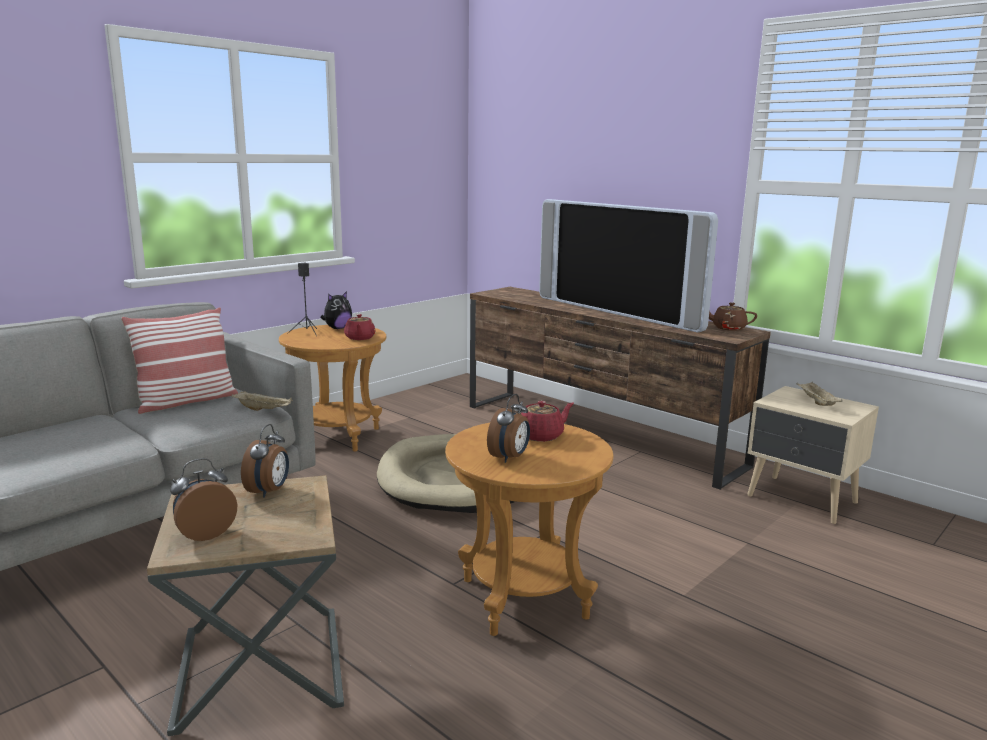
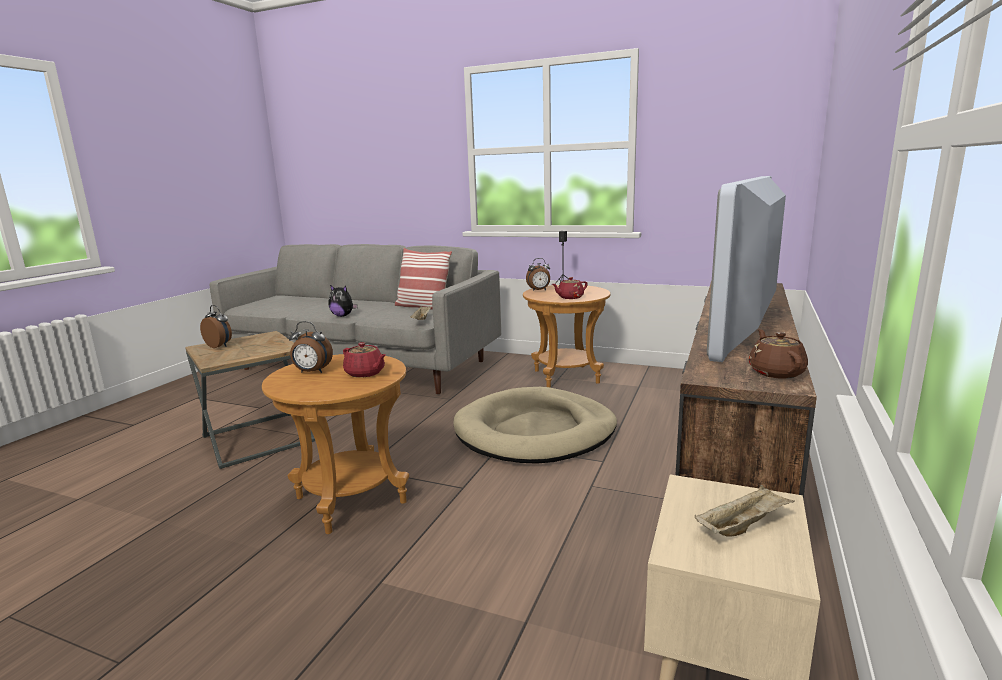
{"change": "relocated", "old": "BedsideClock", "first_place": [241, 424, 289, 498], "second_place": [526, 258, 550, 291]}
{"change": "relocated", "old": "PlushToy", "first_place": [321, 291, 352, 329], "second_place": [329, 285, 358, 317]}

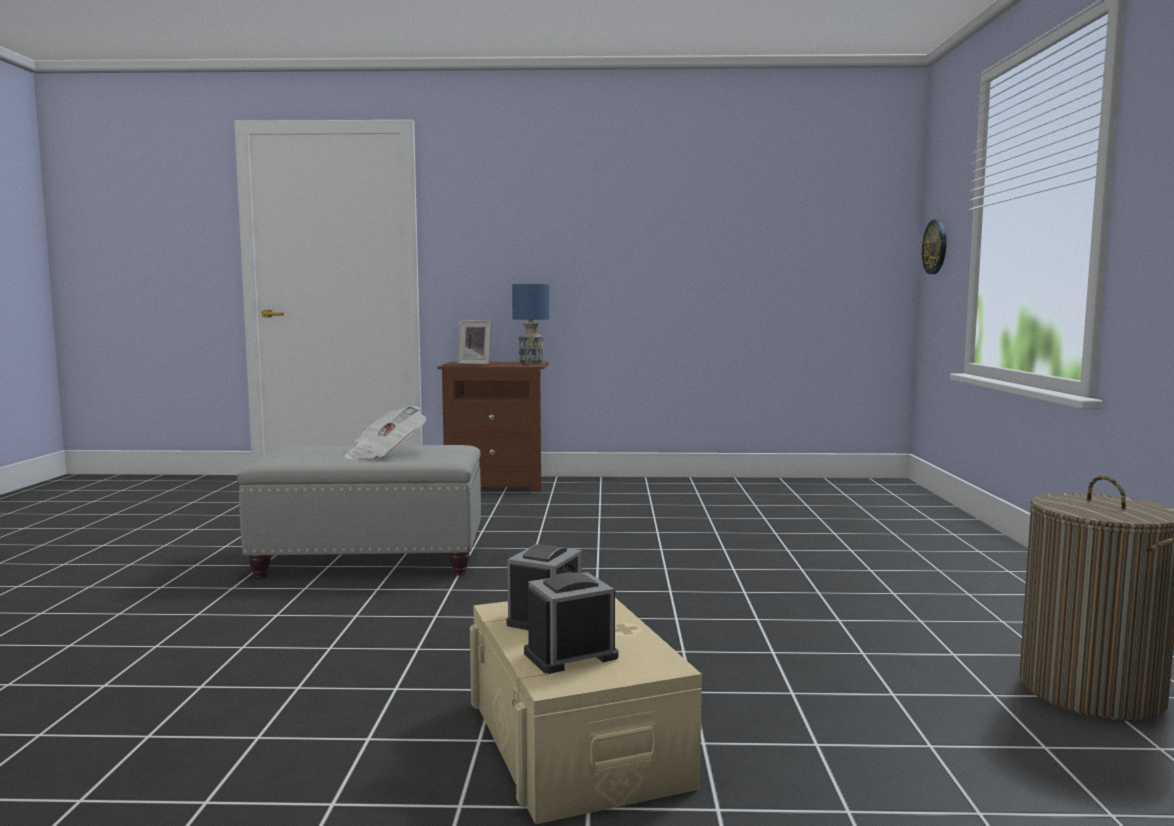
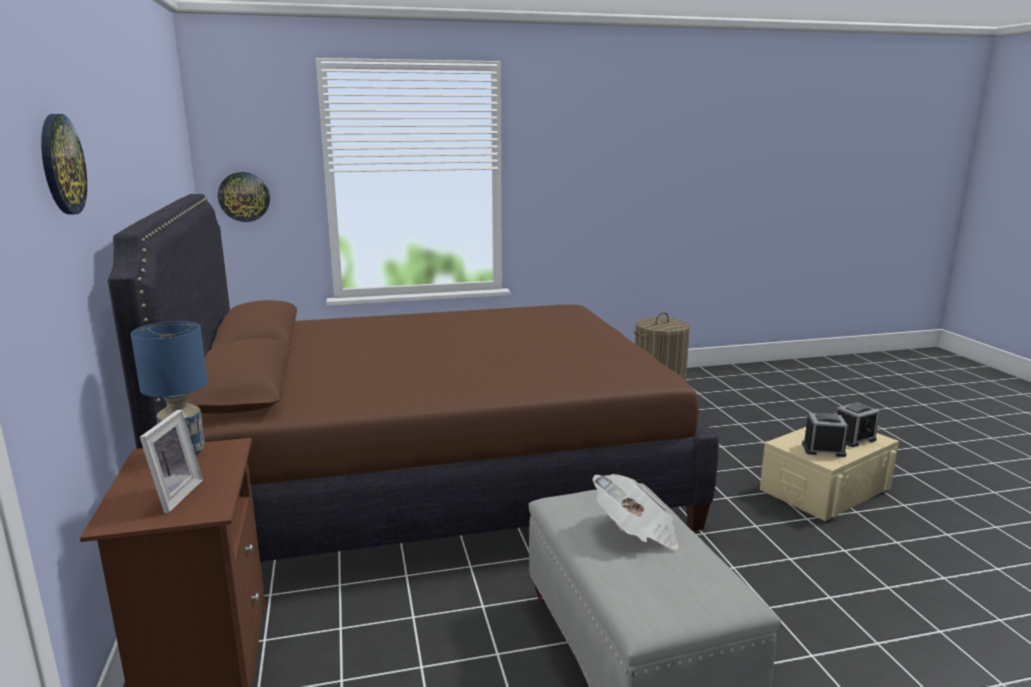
{"change": "appeared", "new": "WallClock", "second_place": [41, 114, 87, 215]}
{"change": "appeared", "new": "BrownishSleepingBed", "second_place": [108, 194, 719, 562]}
{"change": "spun", "old": "BedsideClock", "first_place": [524, 572, 618, 674], "second_place": [836, 402, 880, 447], "degrees": -75}

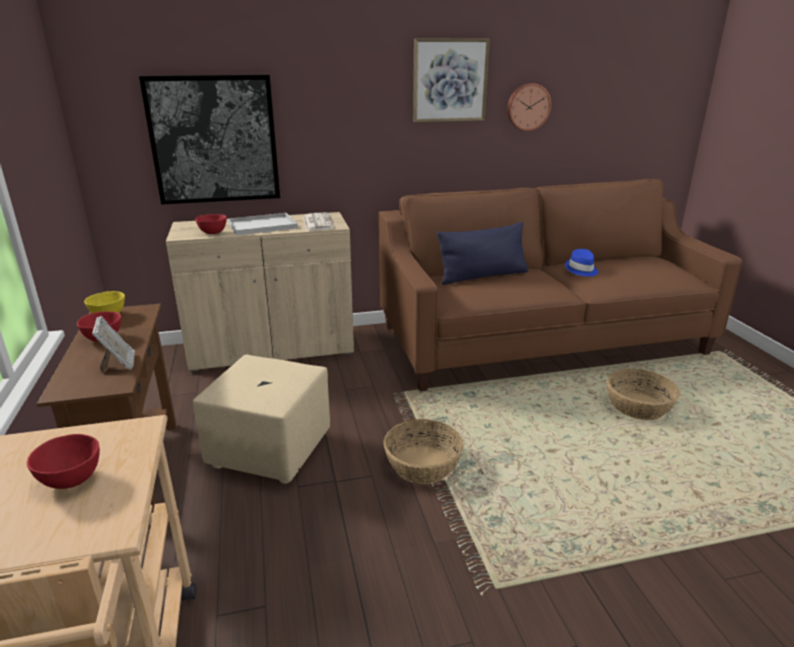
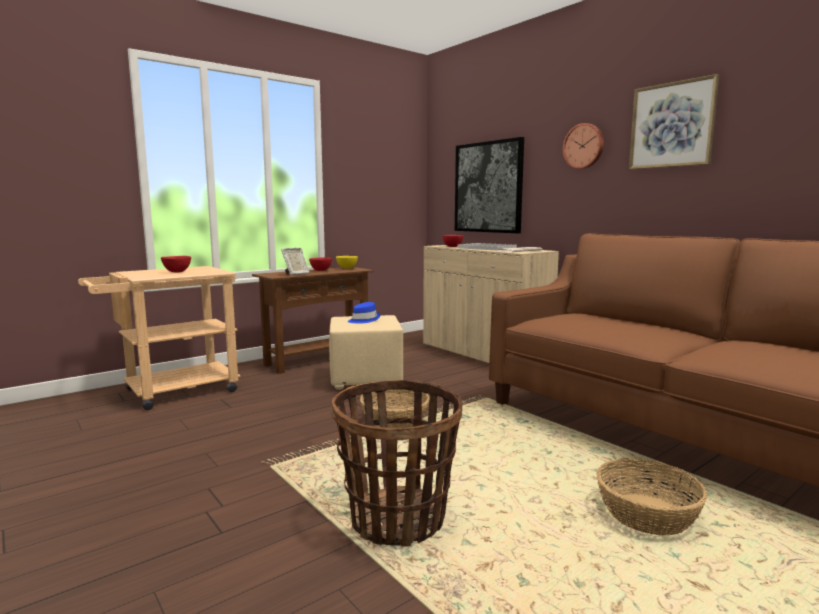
{"change": "missing", "old": "BlueColouredPillow", "first_place": [437, 222, 528, 285]}
{"change": "appeared", "new": "Basket", "second_place": [331, 380, 462, 547]}
{"change": "relocated", "old": "WallClock", "first_place": [507, 83, 551, 131], "second_place": [563, 123, 604, 169]}
{"change": "relocated", "old": "BlueColouredHat", "first_place": [565, 249, 598, 277], "second_place": [348, 302, 380, 324]}

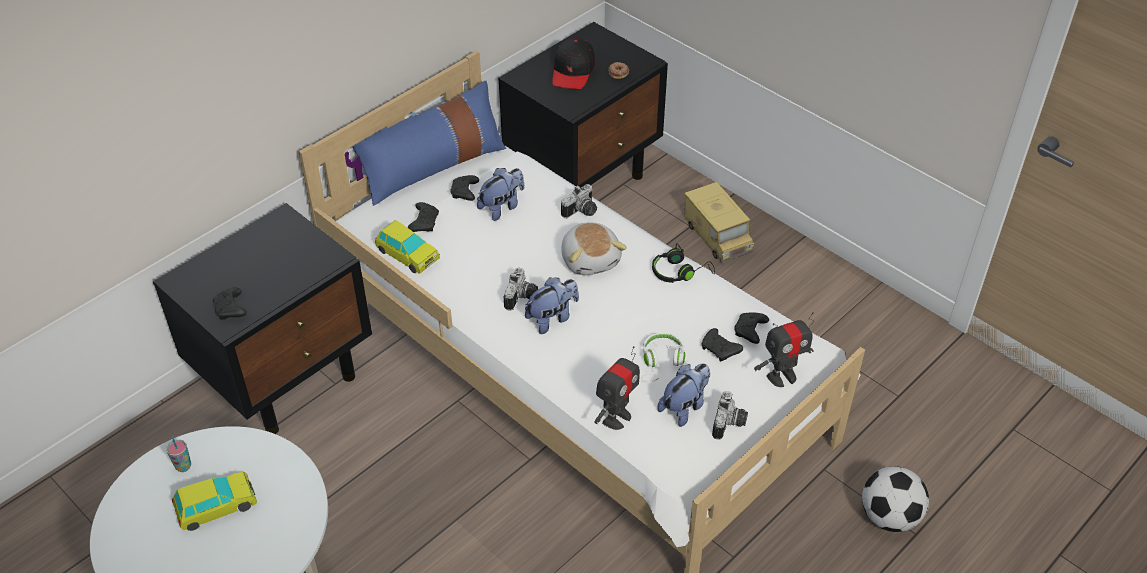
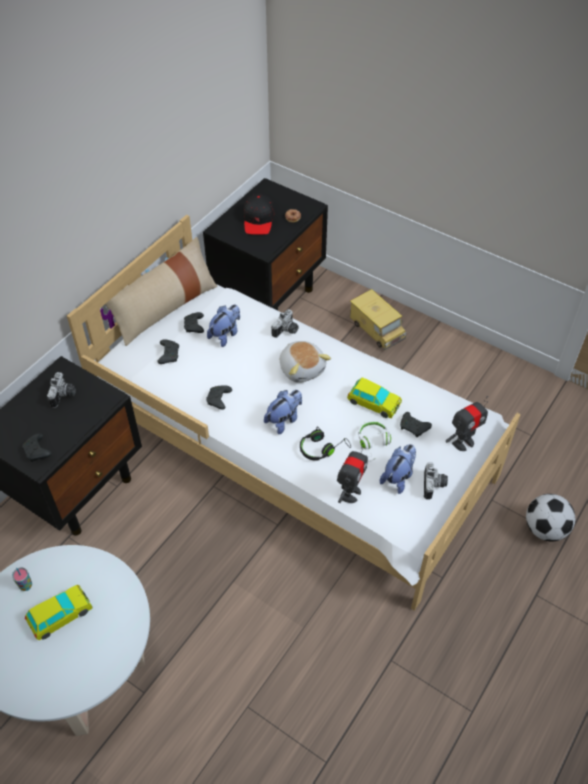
{"change": "relocated", "old": "ModelCar", "first_place": [375, 220, 440, 274], "second_place": [347, 377, 402, 418]}
{"change": "relocated", "old": "StillCamera", "first_place": [504, 267, 538, 311], "second_place": [47, 372, 76, 408]}
{"change": "relocated", "old": "BlackHeadset", "first_place": [652, 243, 715, 283], "second_place": [300, 427, 351, 460]}
{"change": "relocated", "old": "BlackJoypad", "first_place": [734, 312, 769, 344], "second_place": [206, 386, 232, 410]}
{"change": "colour", "old": "BlueColouredPillow", "new": "BeigeColouredPillow", "first_place": [352, 81, 506, 206], "second_place": [105, 237, 218, 346]}

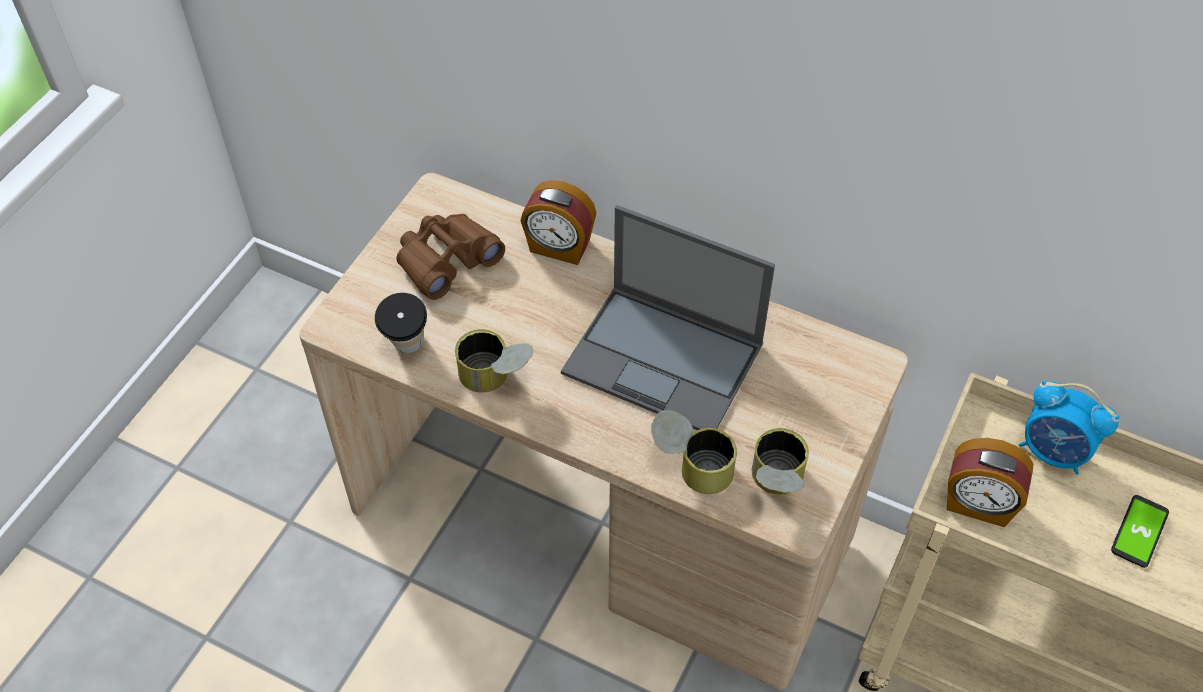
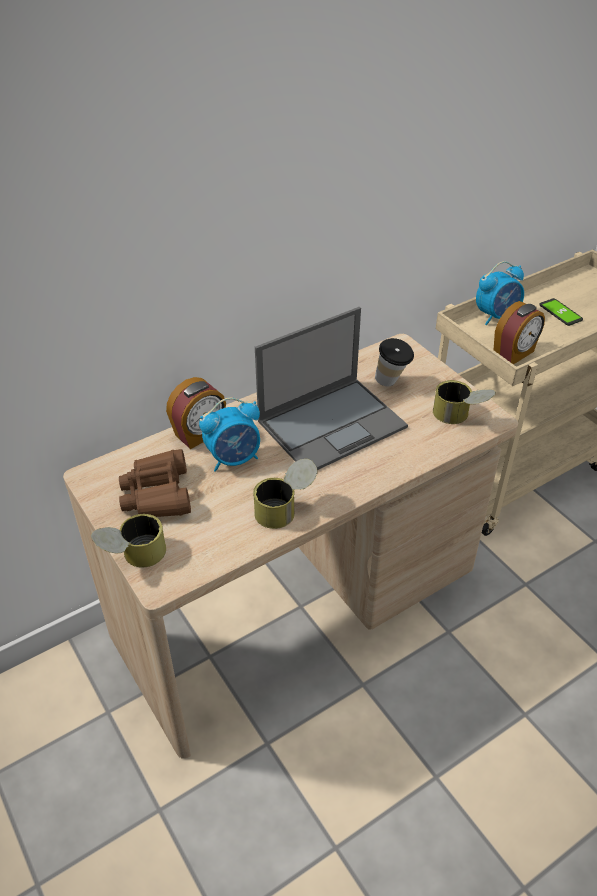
{"change": "appeared", "new": "BedsideClock", "second_place": [199, 398, 260, 472]}
{"change": "relocated", "old": "Cup", "first_place": [375, 293, 427, 353], "second_place": [375, 338, 414, 386]}
{"change": "relocated", "old": "SealedCan", "first_place": [651, 410, 737, 494], "second_place": [91, 514, 166, 568]}

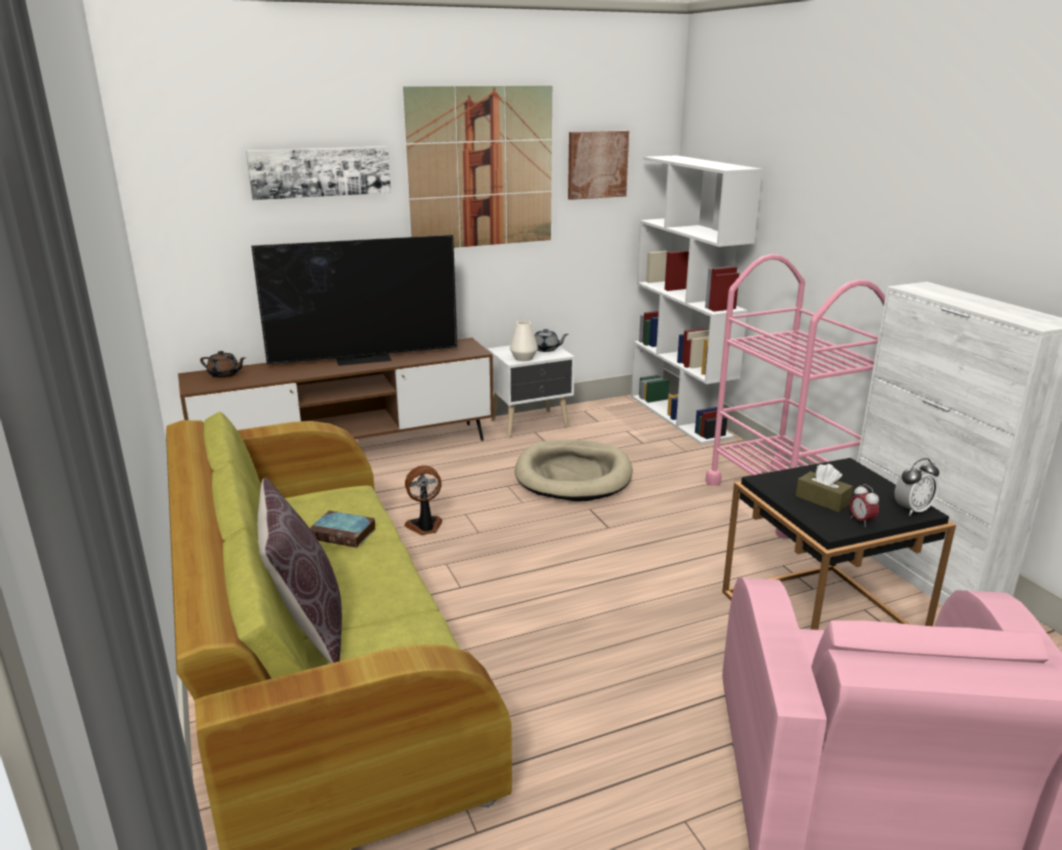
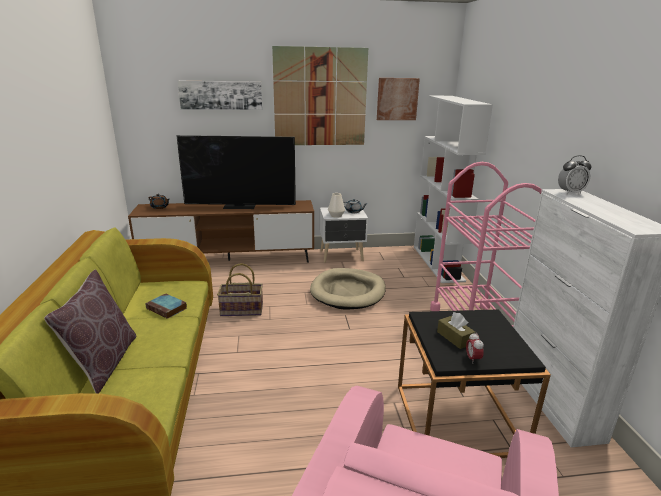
{"change": "relocated", "old": "BedsideClock", "first_place": [894, 458, 939, 516], "second_place": [558, 155, 592, 194]}
{"change": "exchanged", "old": "CoolingFan", "new": "Basket", "first_place": [404, 465, 442, 535], "second_place": [217, 263, 263, 316]}

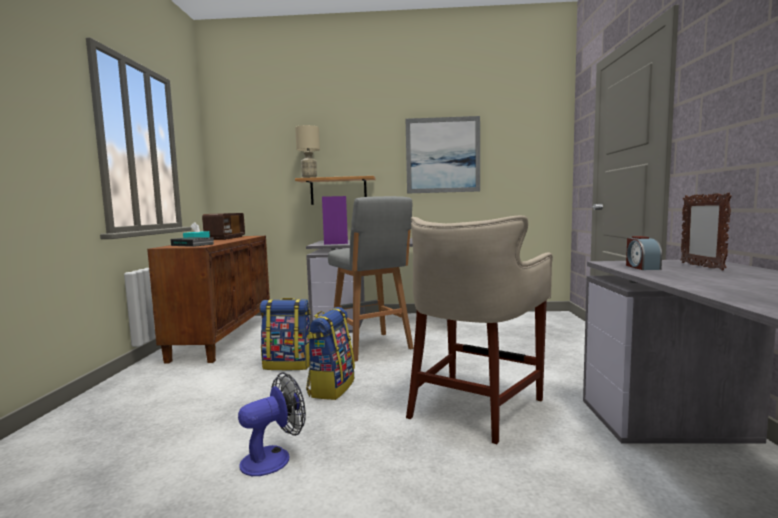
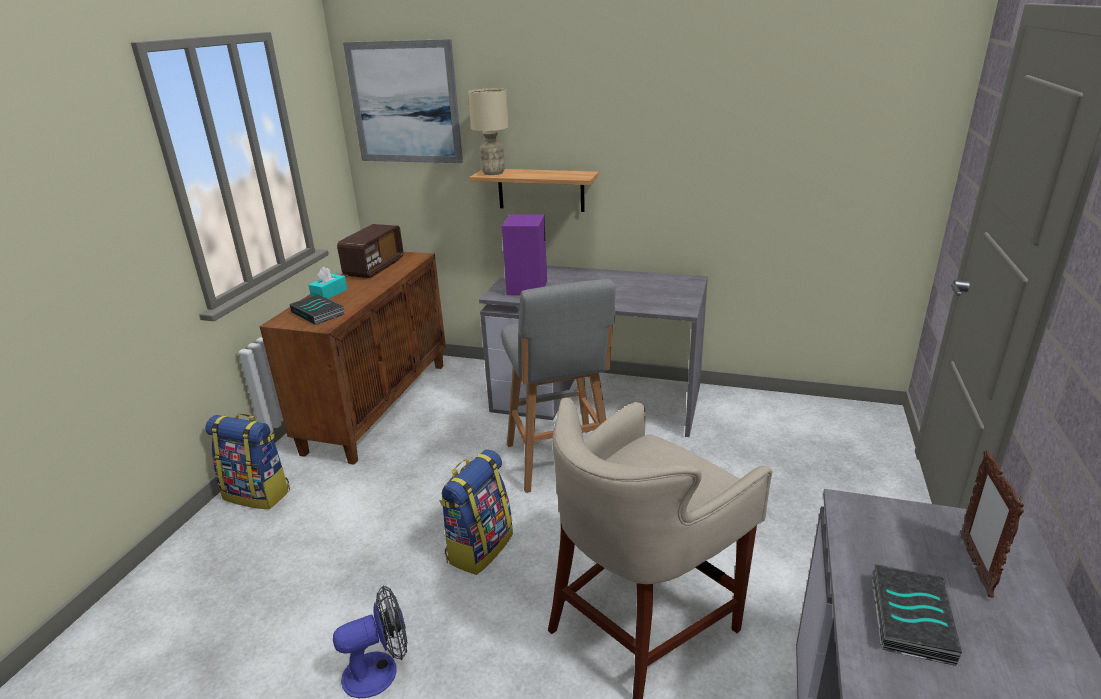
{"change": "missing", "old": "BedsideClock", "first_place": [626, 236, 662, 270]}
{"change": "appeared", "new": "BoundBook", "second_place": [872, 564, 962, 666]}
{"change": "relocated", "old": "Rucksack", "first_place": [260, 298, 311, 370], "second_place": [205, 414, 290, 509]}
{"change": "relocated", "old": "WallArt", "first_place": [406, 116, 480, 194], "second_place": [343, 39, 463, 163]}

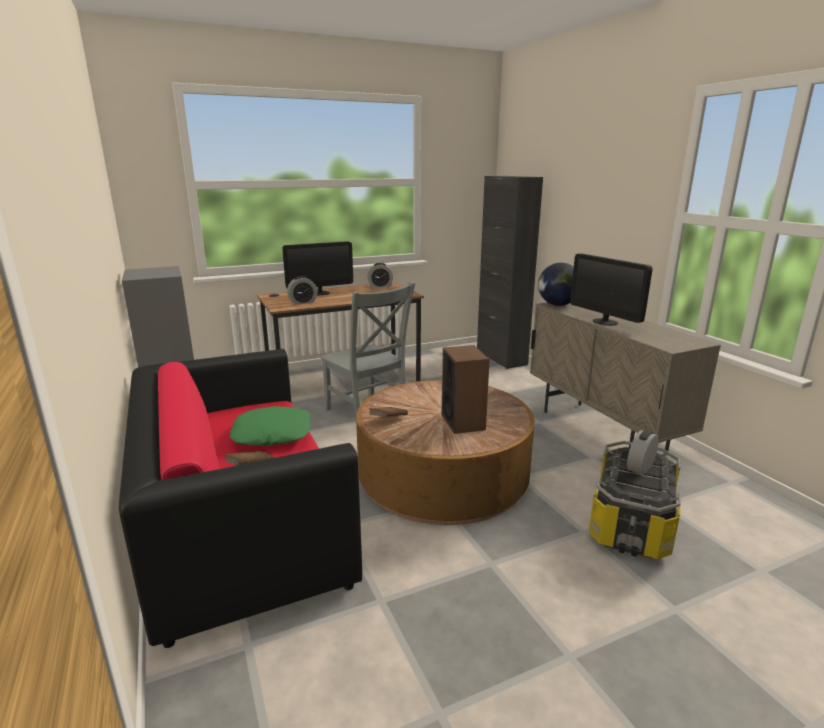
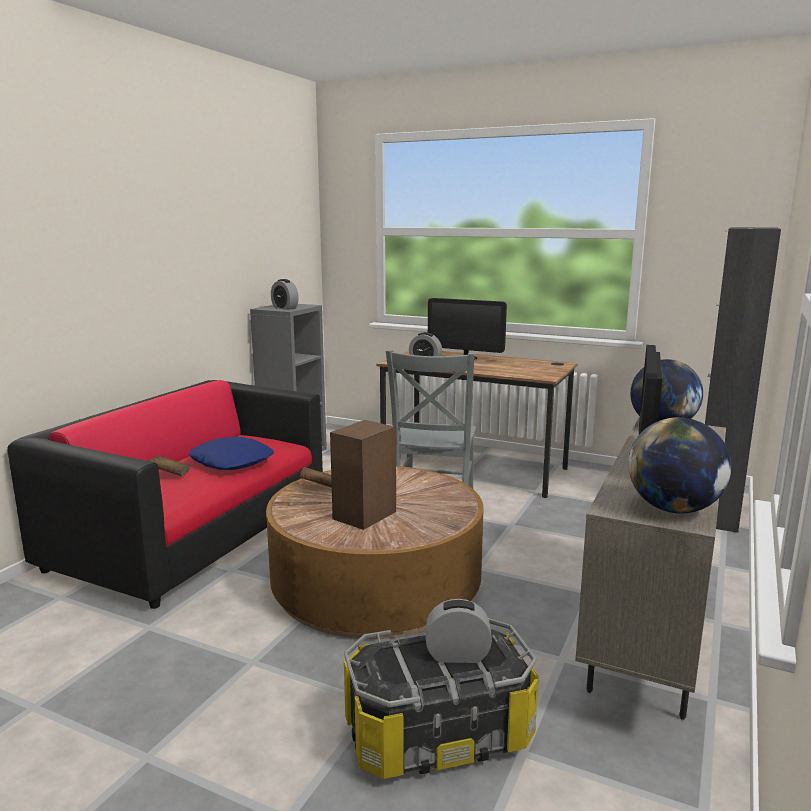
{"change": "appeared", "new": "DeskGlobe", "second_place": [628, 417, 731, 513]}
{"change": "relocated", "old": "BedsideClock", "first_place": [367, 263, 393, 287], "second_place": [271, 279, 299, 310]}
{"change": "colour", "old": "GreenishPillow", "new": "BlueColouredPillow", "first_place": [230, 406, 311, 446], "second_place": [189, 437, 274, 470]}

